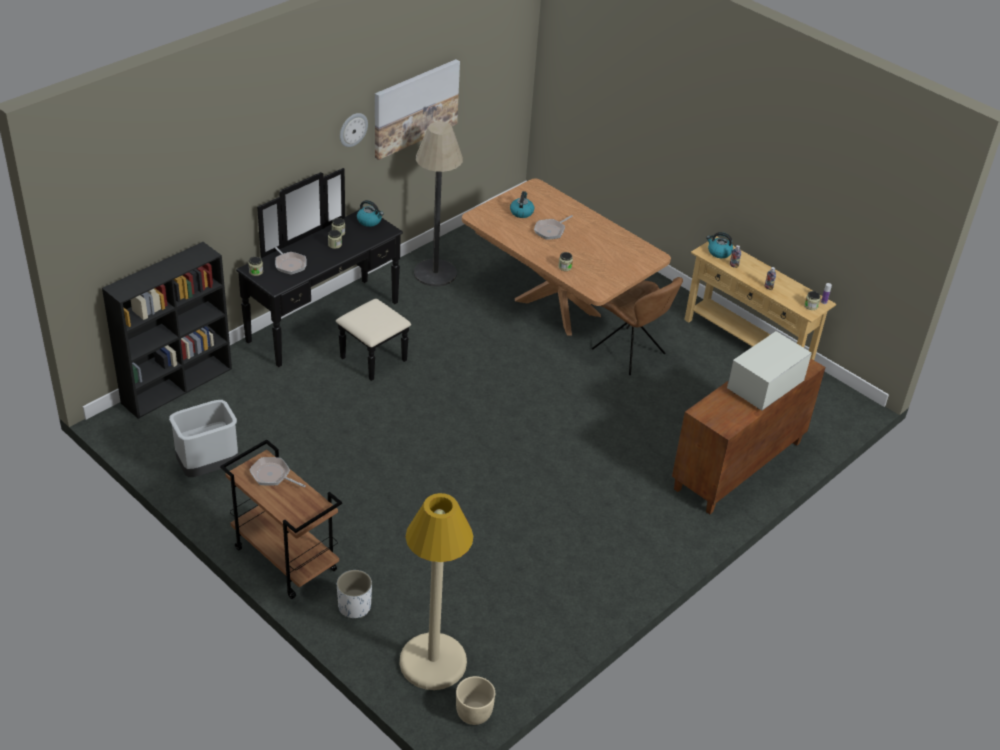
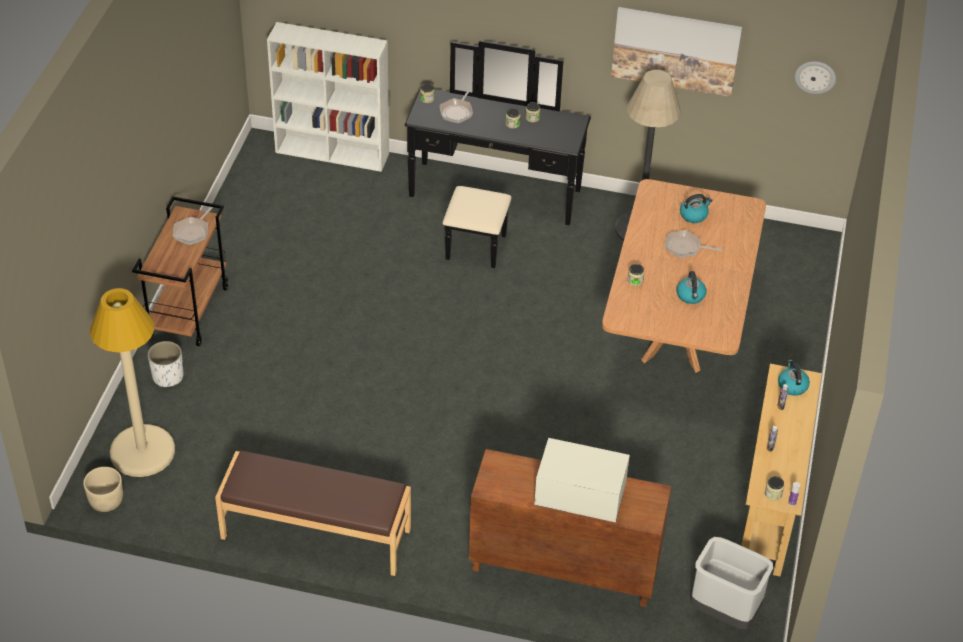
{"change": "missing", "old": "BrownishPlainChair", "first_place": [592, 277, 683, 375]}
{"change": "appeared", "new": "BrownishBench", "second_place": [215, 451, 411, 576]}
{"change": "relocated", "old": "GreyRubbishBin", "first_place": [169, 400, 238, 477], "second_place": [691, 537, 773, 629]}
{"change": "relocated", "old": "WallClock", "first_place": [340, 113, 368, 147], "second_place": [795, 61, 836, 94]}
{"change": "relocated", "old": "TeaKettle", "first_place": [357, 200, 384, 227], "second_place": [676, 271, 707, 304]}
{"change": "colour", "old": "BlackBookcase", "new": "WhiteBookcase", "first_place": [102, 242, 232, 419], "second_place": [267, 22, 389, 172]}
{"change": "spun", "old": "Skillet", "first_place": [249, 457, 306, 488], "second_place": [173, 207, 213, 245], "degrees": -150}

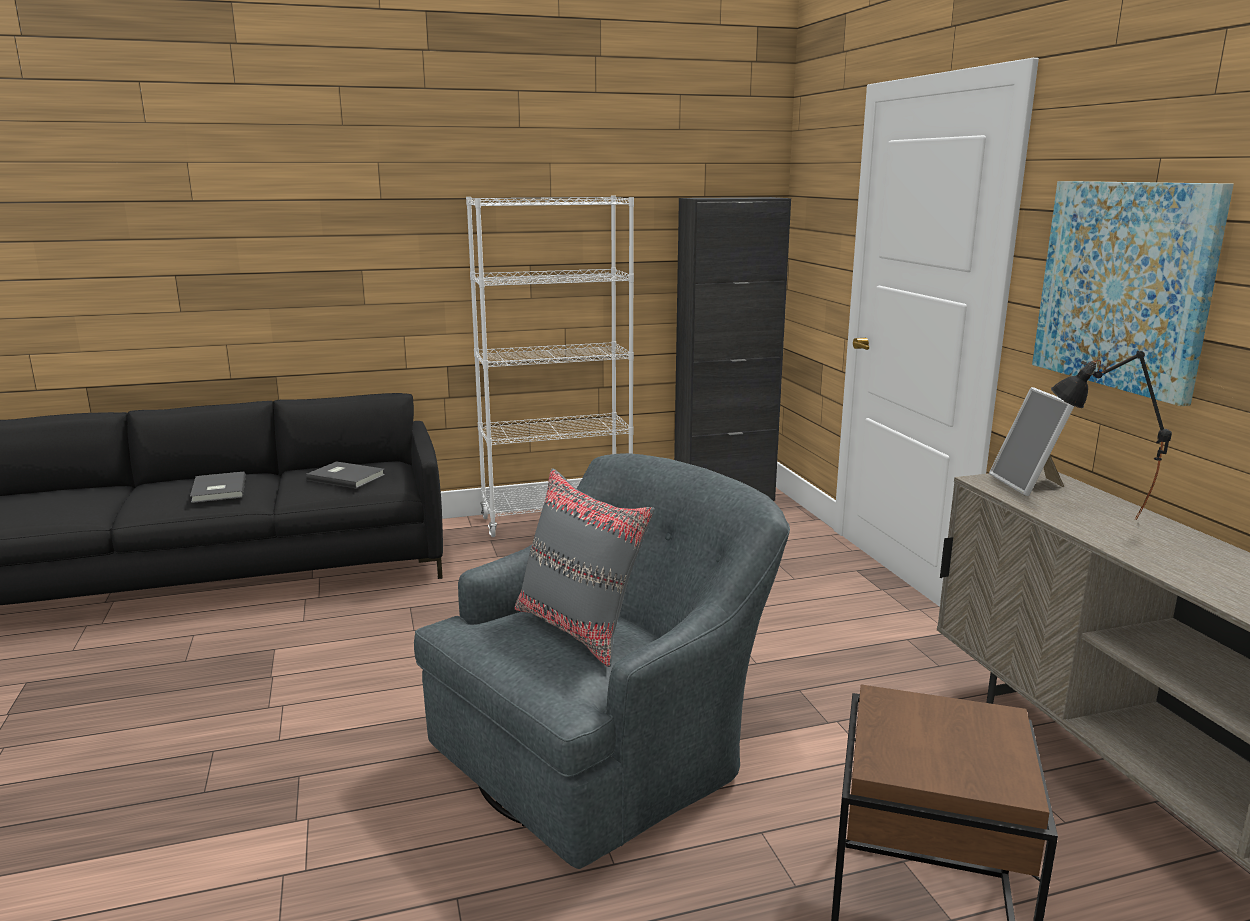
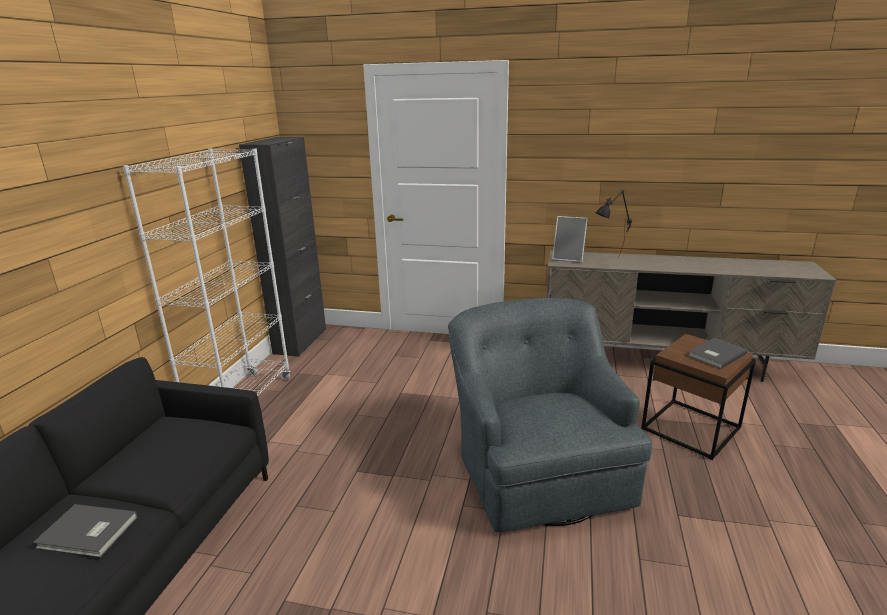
{"change": "missing", "old": "GreyPillow", "first_place": [514, 468, 655, 667]}
{"change": "missing", "old": "WallArt", "first_place": [1032, 181, 1234, 406]}
{"change": "relocated", "old": "GreyBoundBook", "first_place": [306, 461, 385, 488], "second_place": [688, 338, 747, 369]}

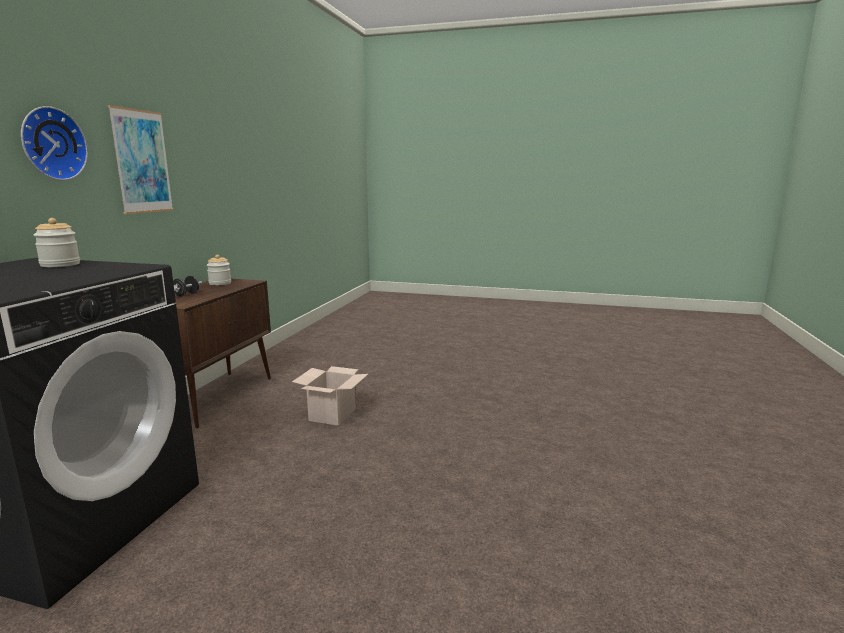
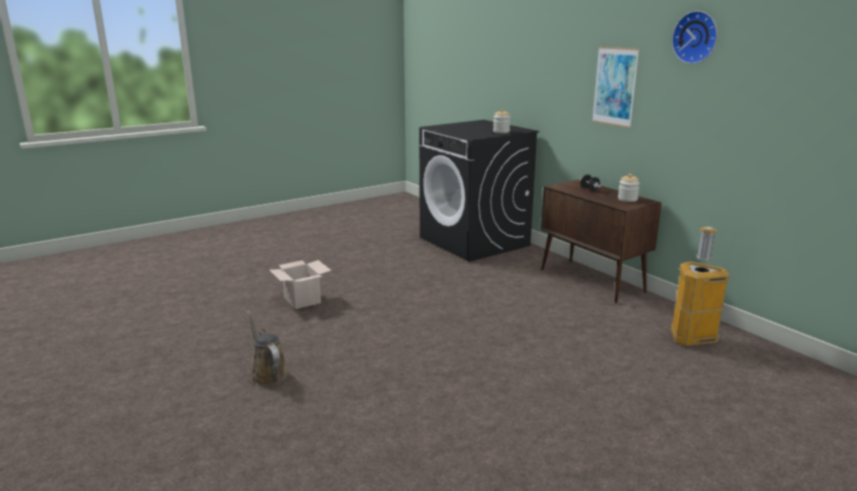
{"change": "appeared", "new": "BrownishWateringPot", "second_place": [247, 310, 289, 385]}
{"change": "appeared", "new": "RubbishBin", "second_place": [671, 227, 730, 346]}
{"change": "relocated", "old": "WallClock", "first_place": [21, 106, 88, 180], "second_place": [672, 11, 717, 64]}
{"change": "relocated", "old": "PackingBox", "first_place": [292, 366, 368, 426], "second_place": [270, 260, 331, 309]}

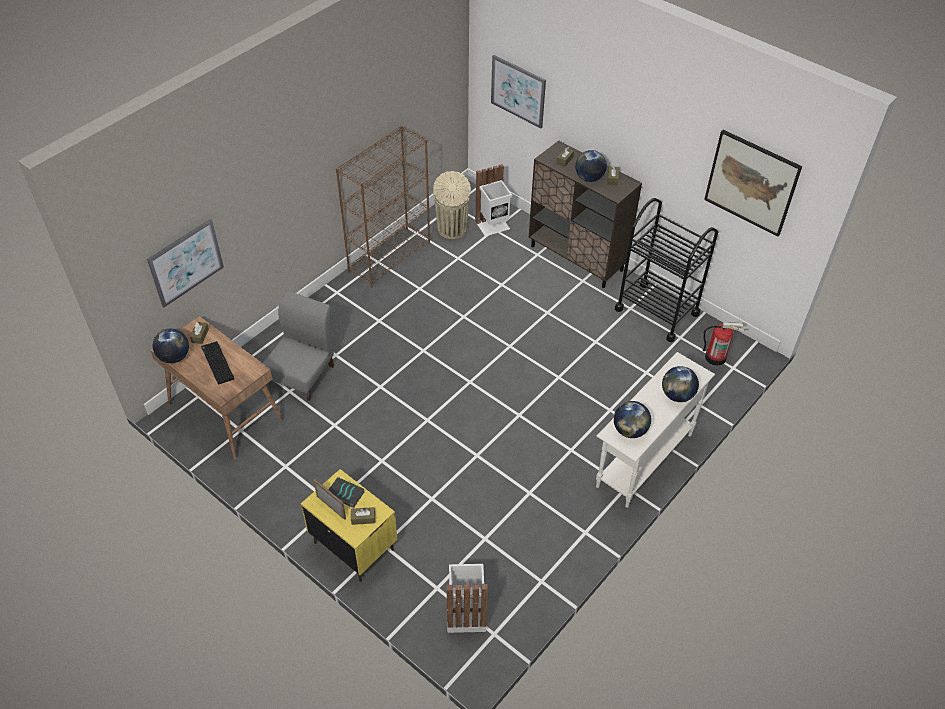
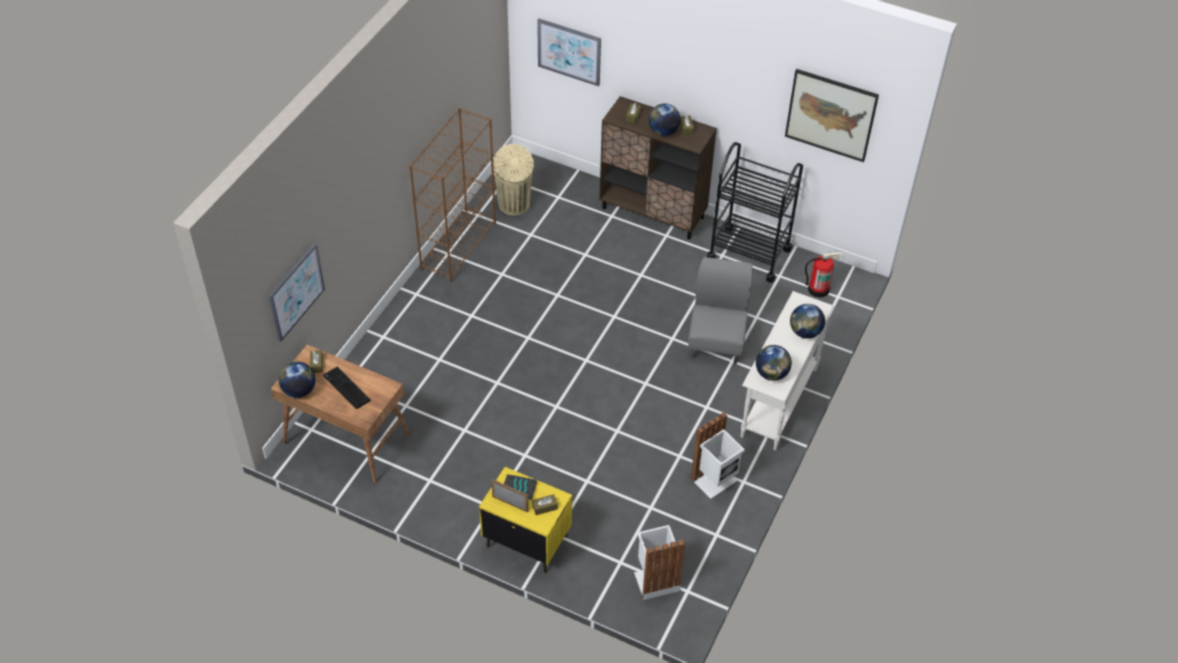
{"change": "relocated", "old": "GreyPlainChair", "first_place": [263, 291, 335, 401], "second_place": [688, 257, 753, 364]}
{"change": "relocated", "old": "WhiteRubbishBin", "first_place": [475, 164, 512, 236], "second_place": [690, 412, 745, 499]}

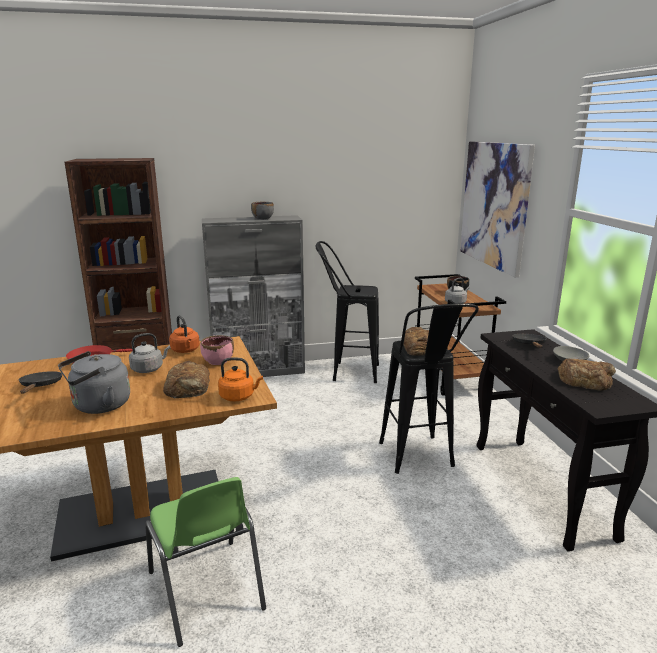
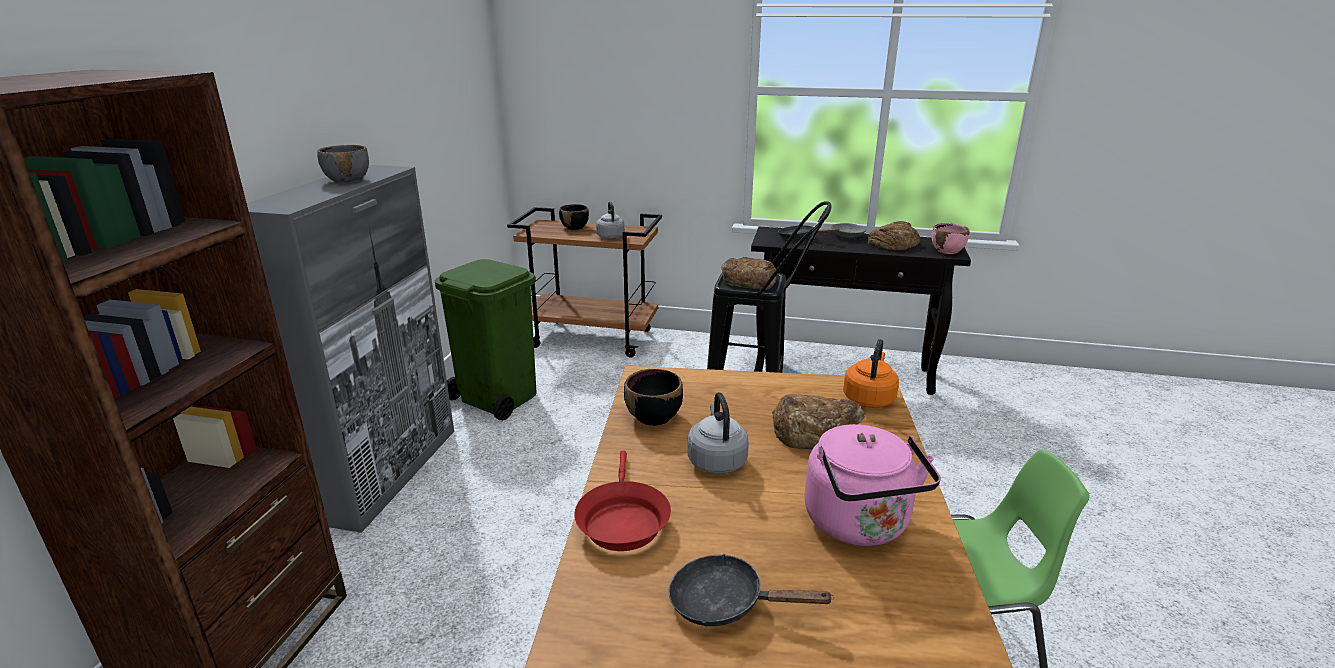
{"change": "missing", "old": "WallArt", "first_place": [460, 142, 535, 277]}
{"change": "relocated", "old": "PinkishBowl", "first_place": [200, 335, 234, 365], "second_place": [931, 223, 969, 254]}
{"change": "exchanged", "old": "OrangeyTeaKettle", "new": "BlackBowl", "first_place": [169, 315, 200, 353], "second_place": [624, 369, 683, 426]}
{"change": "exchanged", "old": "BlackStool", "new": "GreenishRubbishBin", "first_place": [316, 241, 379, 383], "second_place": [434, 259, 537, 420]}
{"change": "colour", "old": "GreyTeaKettle", "new": "PinkishTeaKettle", "first_place": [58, 351, 130, 414], "second_place": [804, 424, 941, 546]}

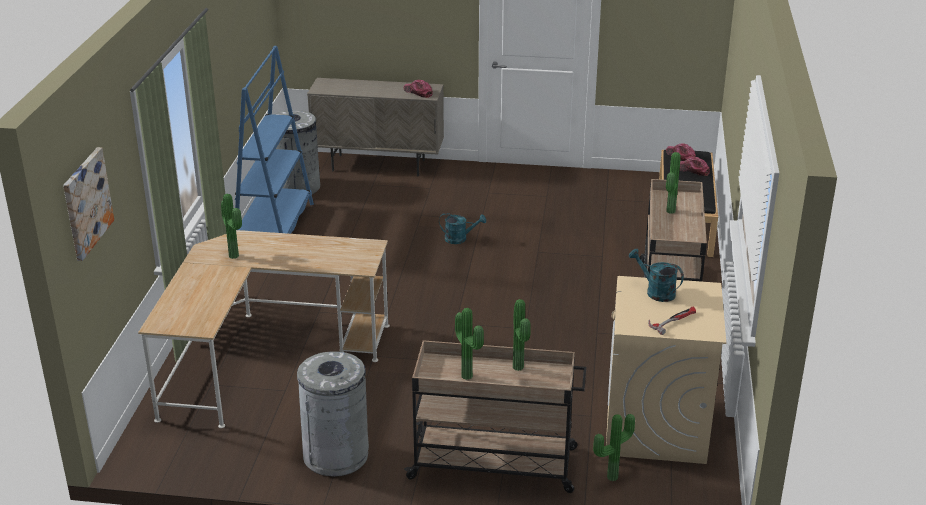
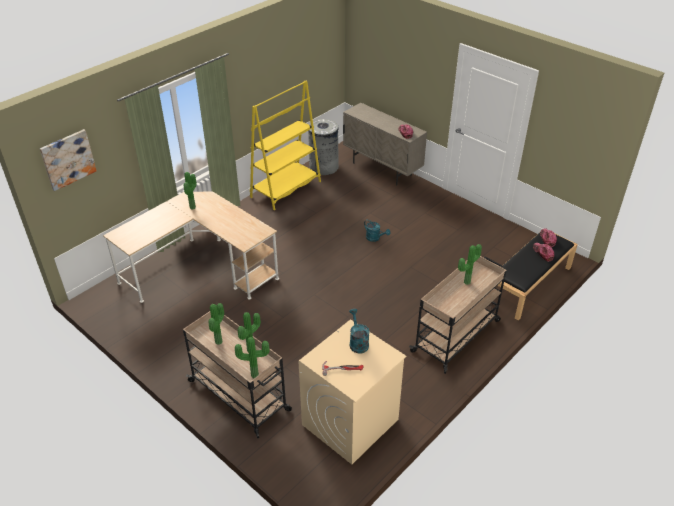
{"change": "missing", "old": "GreyRubbishBin", "first_place": [297, 351, 369, 477]}
{"change": "relocated", "old": "PottedPlant", "first_place": [593, 414, 635, 481], "second_place": [235, 337, 270, 378]}
{"change": "colour", "old": "BlueColouredBookcase", "new": "YellowBookcase", "first_place": [235, 46, 314, 234], "second_place": [250, 81, 321, 210]}

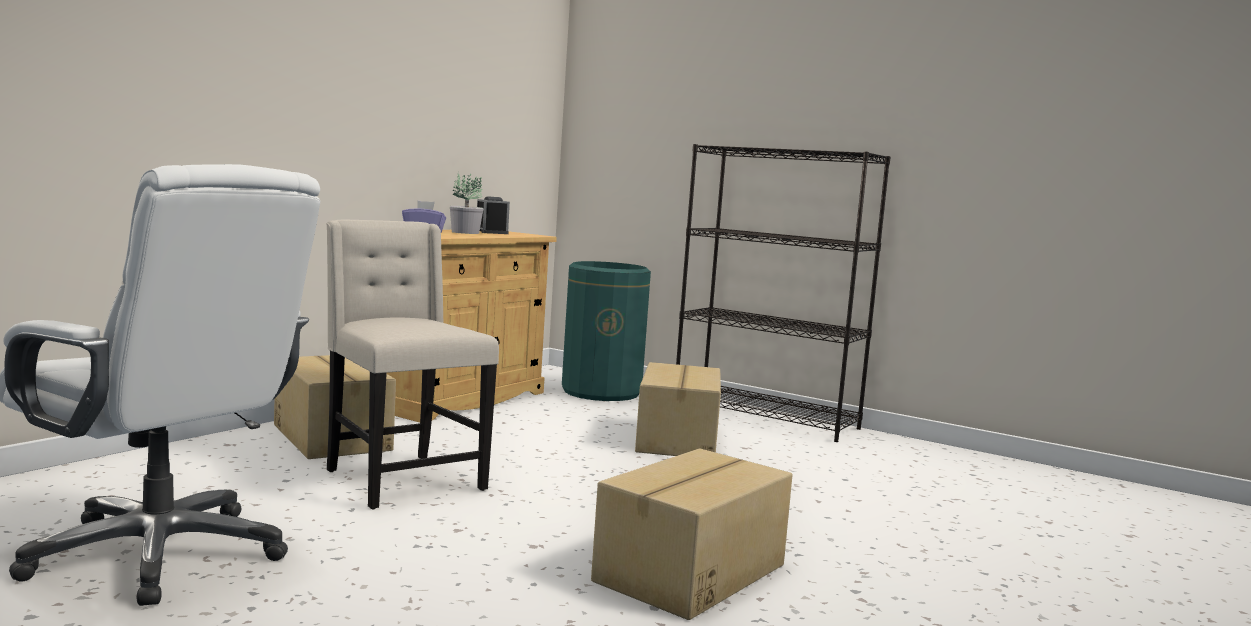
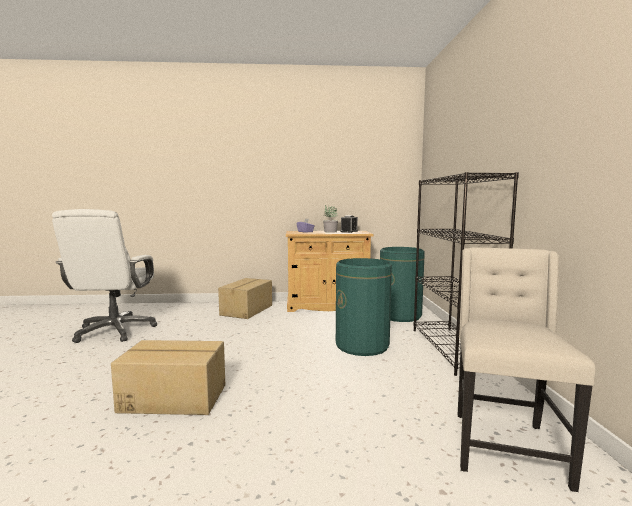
{"change": "relocated", "old": "BeigeColouredPlainChair", "first_place": [326, 220, 499, 509], "second_place": [458, 247, 596, 492]}
{"change": "exchanged", "old": "PackingBox", "new": "GreenishRubbishBin", "first_place": [635, 362, 721, 456], "second_place": [336, 258, 392, 356]}

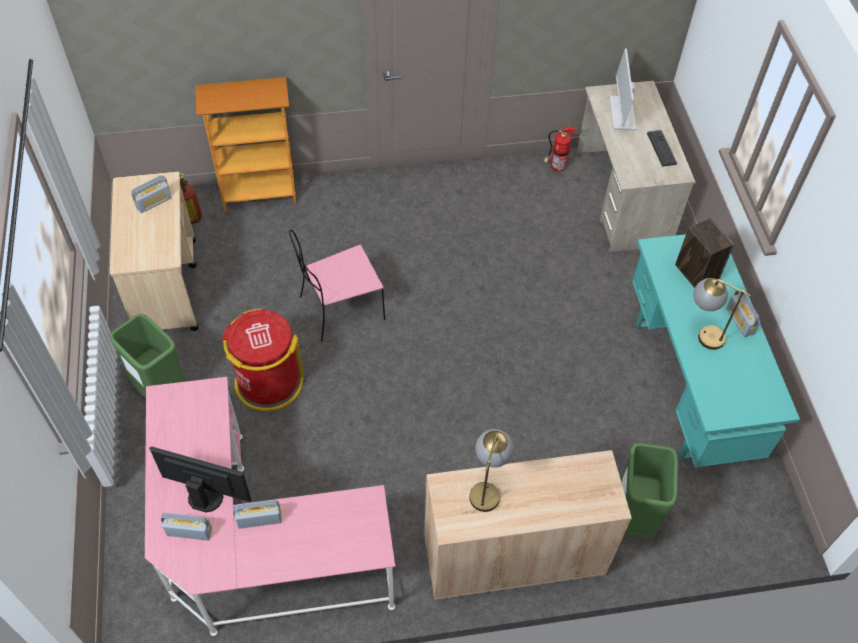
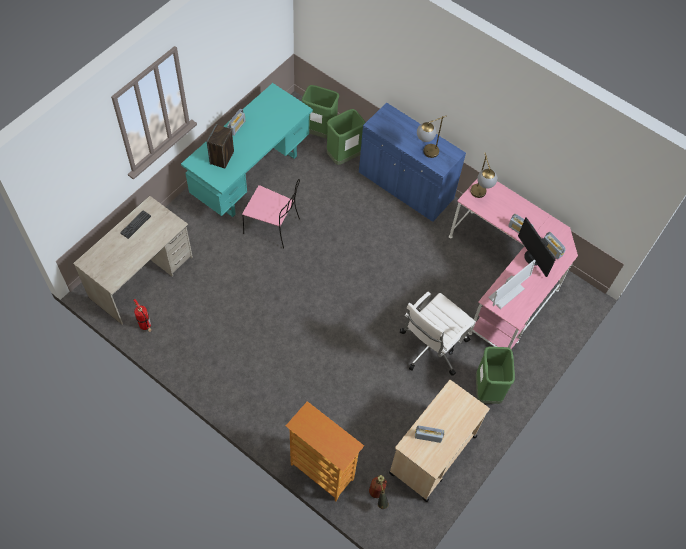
{"change": "appeared", "new": "GreenishRubbishBin", "second_place": [302, 85, 339, 139]}
{"change": "relocated", "old": "PinkishPlainChair", "first_place": [289, 230, 385, 341], "second_place": [242, 179, 300, 249]}
{"change": "relocated", "old": "Monitor", "first_place": [609, 48, 636, 130], "second_place": [488, 259, 536, 309]}
{"change": "relocated", "old": "LampForATable", "first_place": [693, 278, 751, 350], "second_place": [471, 153, 497, 198]}
{"change": "exchanged", "old": "RedRubbishBin", "new": "WhiteOfficeChair", "first_place": [222, 308, 304, 411], "second_place": [400, 292, 476, 376]}
{"change": "colour", "old": "BeigeColouredCupboard", "new": "BlueColouredCupboard", "first_place": [424, 450, 632, 600], "second_place": [359, 102, 466, 222]}

